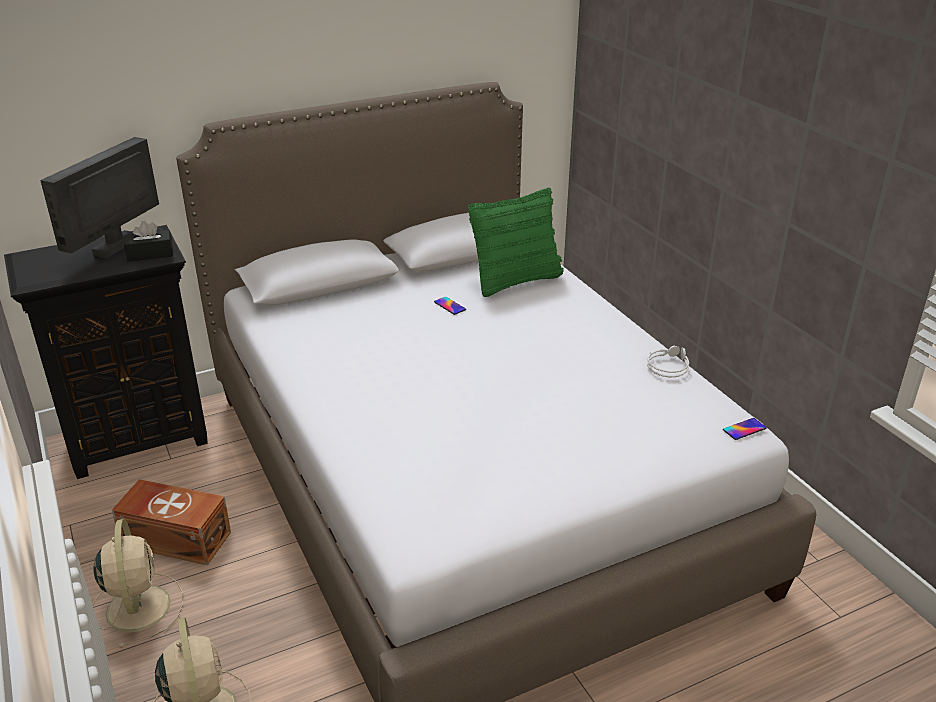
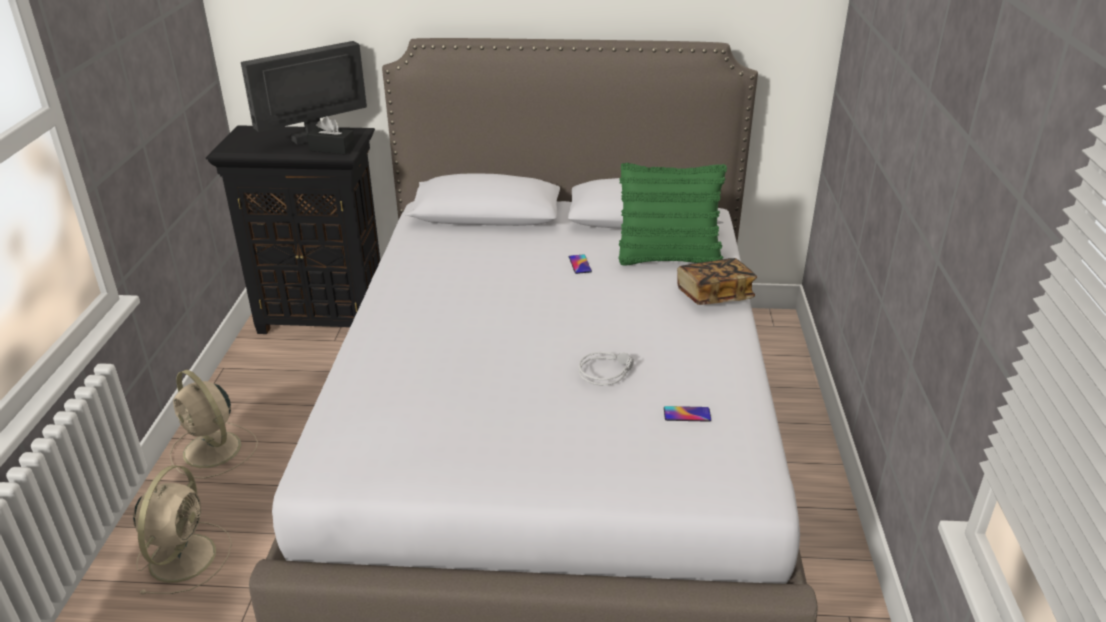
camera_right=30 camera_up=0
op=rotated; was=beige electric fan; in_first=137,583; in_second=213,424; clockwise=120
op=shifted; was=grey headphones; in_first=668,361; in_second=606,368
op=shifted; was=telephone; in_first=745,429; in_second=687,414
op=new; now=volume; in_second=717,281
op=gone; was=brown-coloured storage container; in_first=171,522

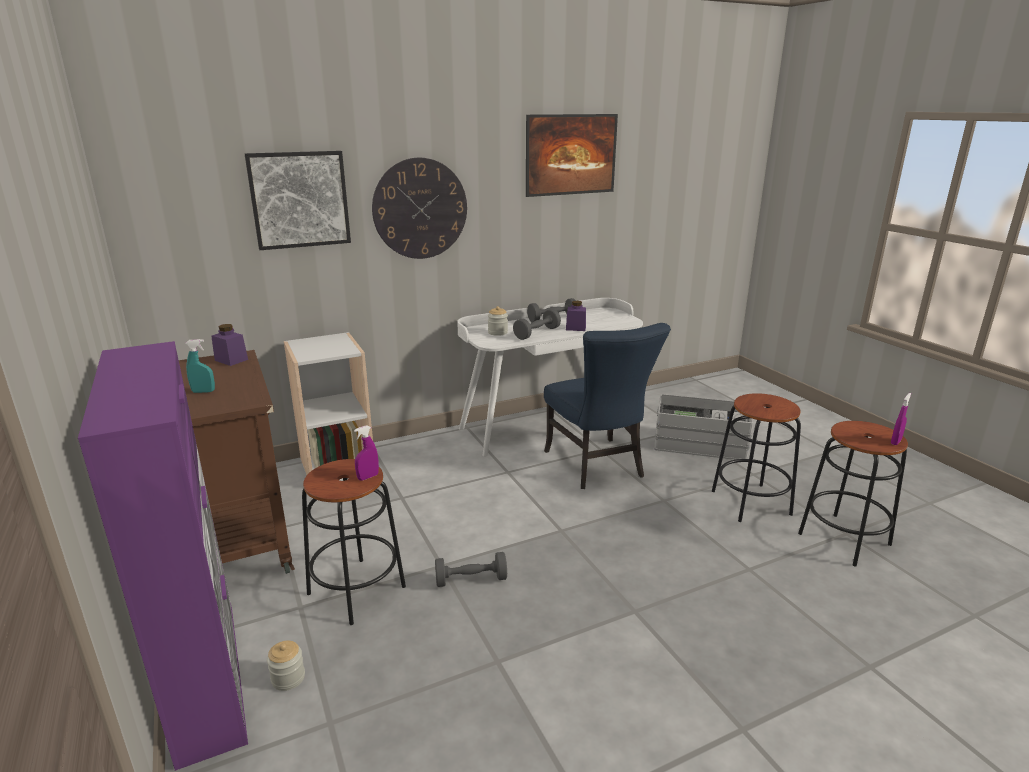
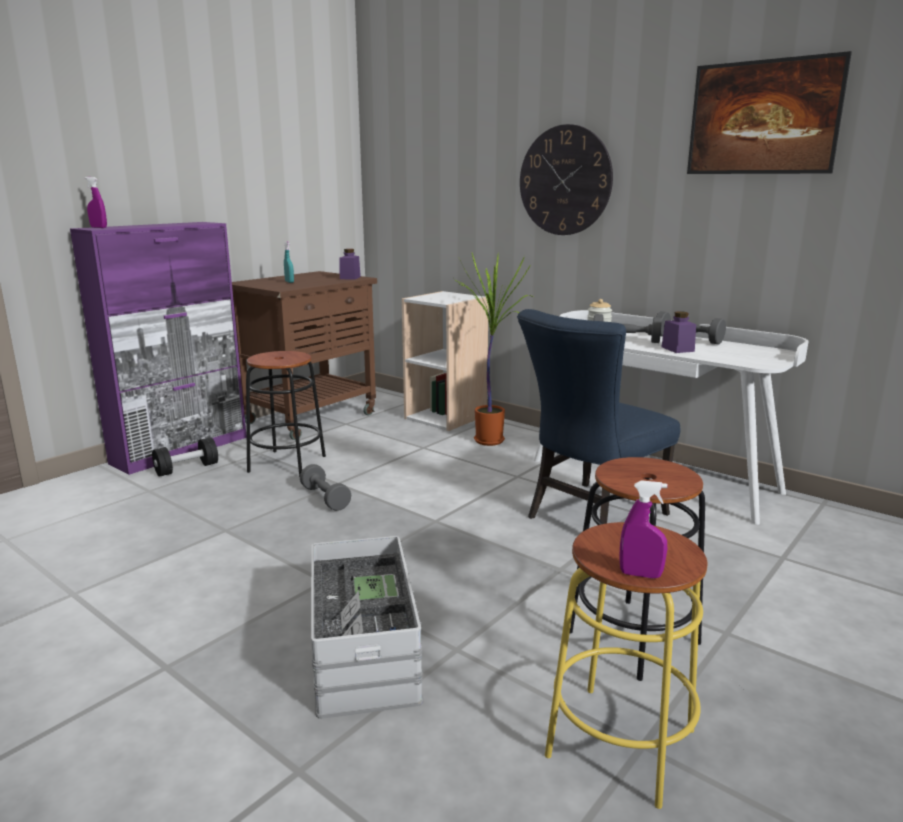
camera_right=65 camera_up=-5
op=shifted; was=purple-coloured hand sprayer; in_first=366,453; in_second=96,202
op=swapped; was=jar; now=blackish free weight; in_first=286,666; in_second=185,457
op=shifted; was=grey storage container; in_first=703,427; in_second=367,627
op=new; now=plant in a pot; in_second=492,349
op=repainted; was=blackish stool; now=yellowish stool; in_first=853,494; in_second=626,665
op=gone; was=picture; in_first=298,200

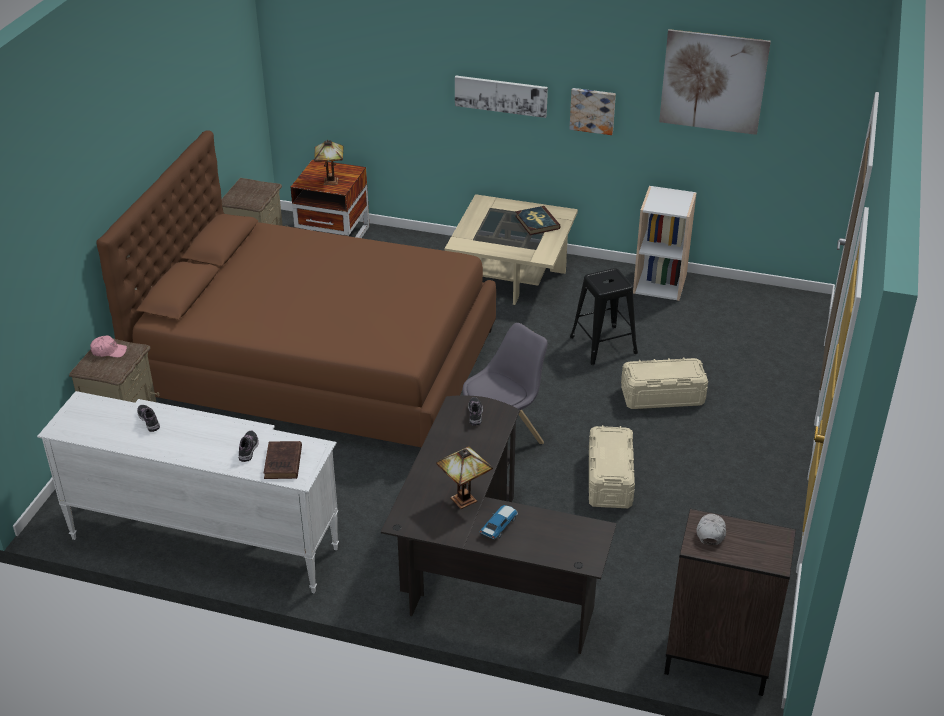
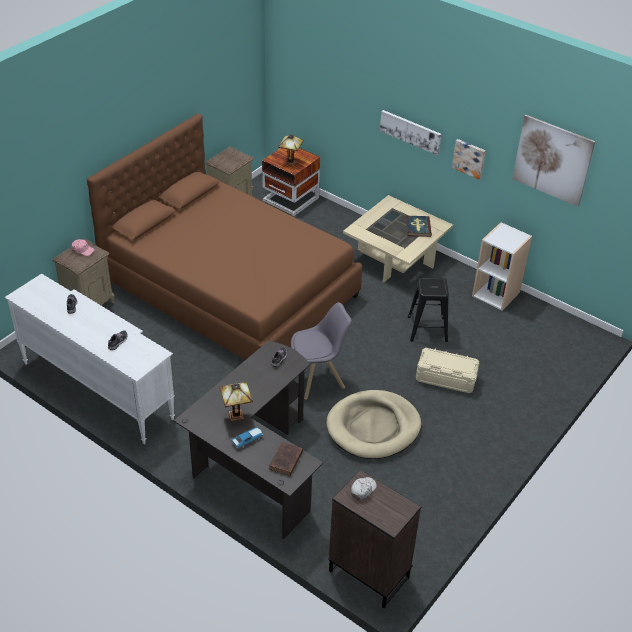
camera_right=20 camera_up=5
op=shifted; was=brown-coloured volume; in_first=283,460; in_second=286,459
op=swapped; was=beige storage container; now=beige dog cushion; in_first=612,466; in_second=373,424

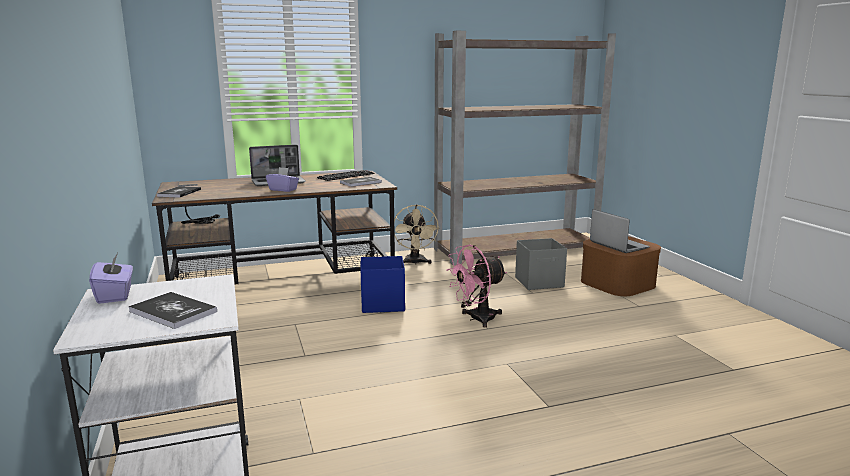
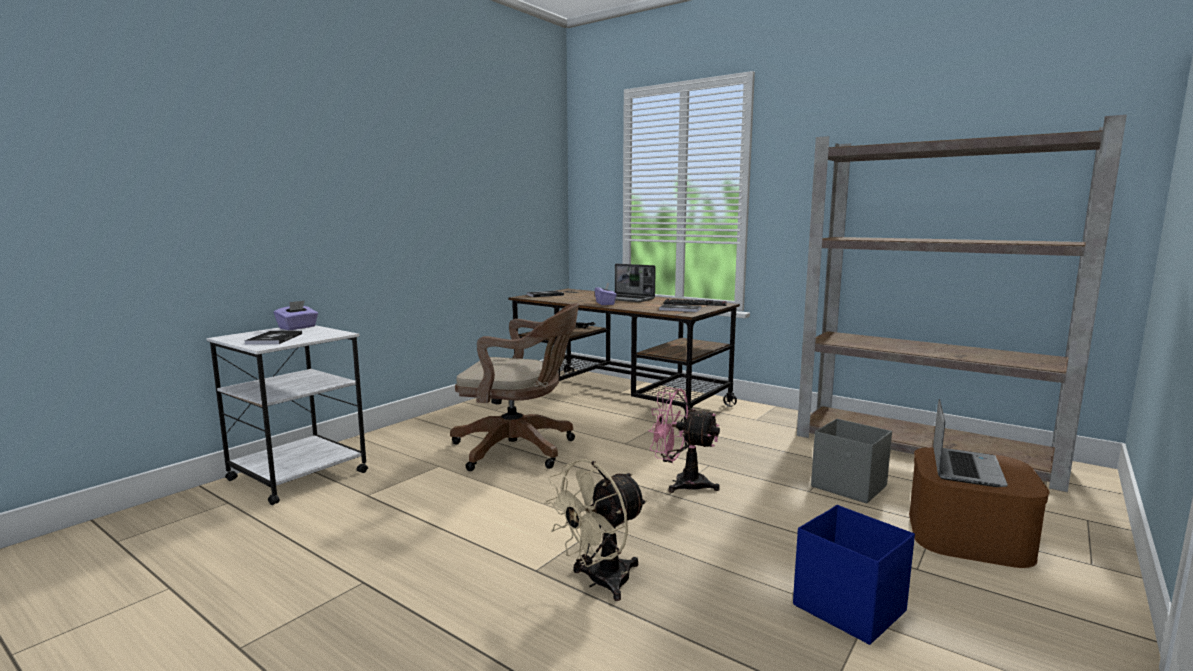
camera_right=55 camera_up=-5
op=new; now=brown-coloured desk chair; in_second=514,387
op=shifted; was=beige electric fan; in_first=416,234; in_second=596,530
op=shifted; was=bluish storage container; in_first=383,284; in_second=854,575

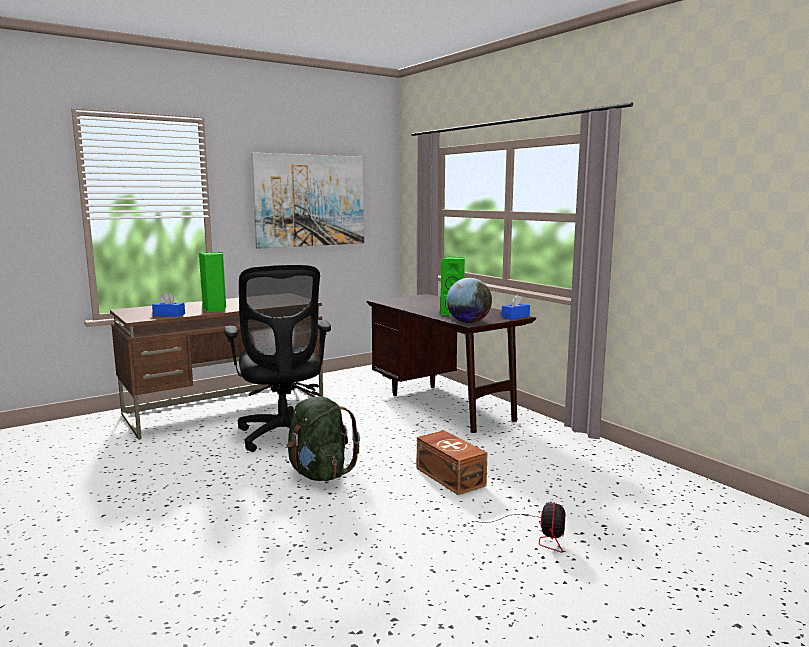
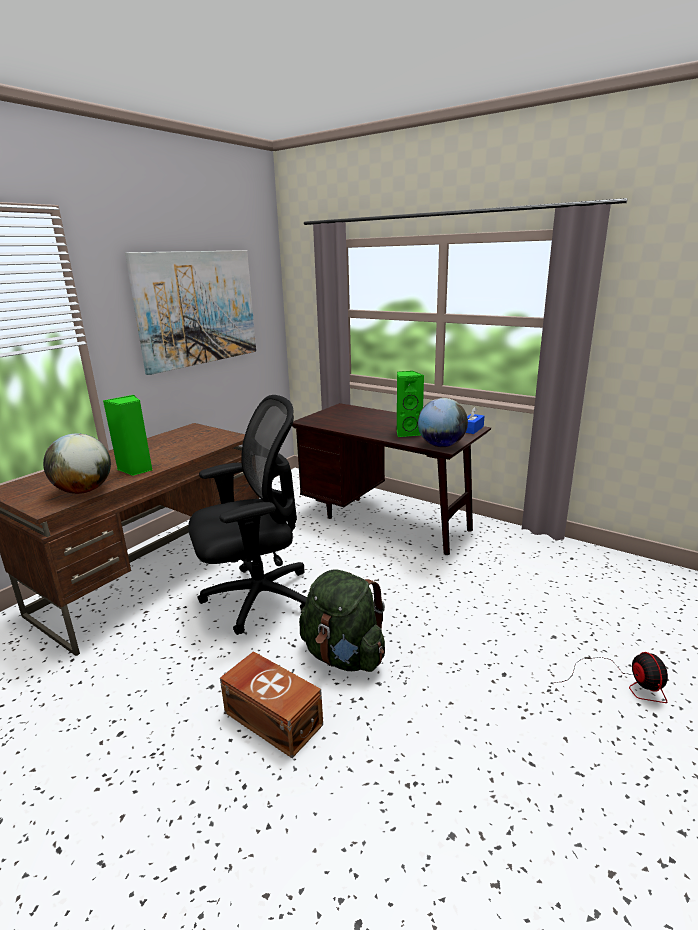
camera_right=-20 camera_up=10
op=swapped; was=bluish box of tissues; now=world globe; in_first=168,304; in_second=77,463
op=rotated; was=blackish desk chair; in_first=277,358; in_second=247,515; clockwise=-75
op=shifted; was=brown-coloured storage container; in_first=452,462; in_second=271,704

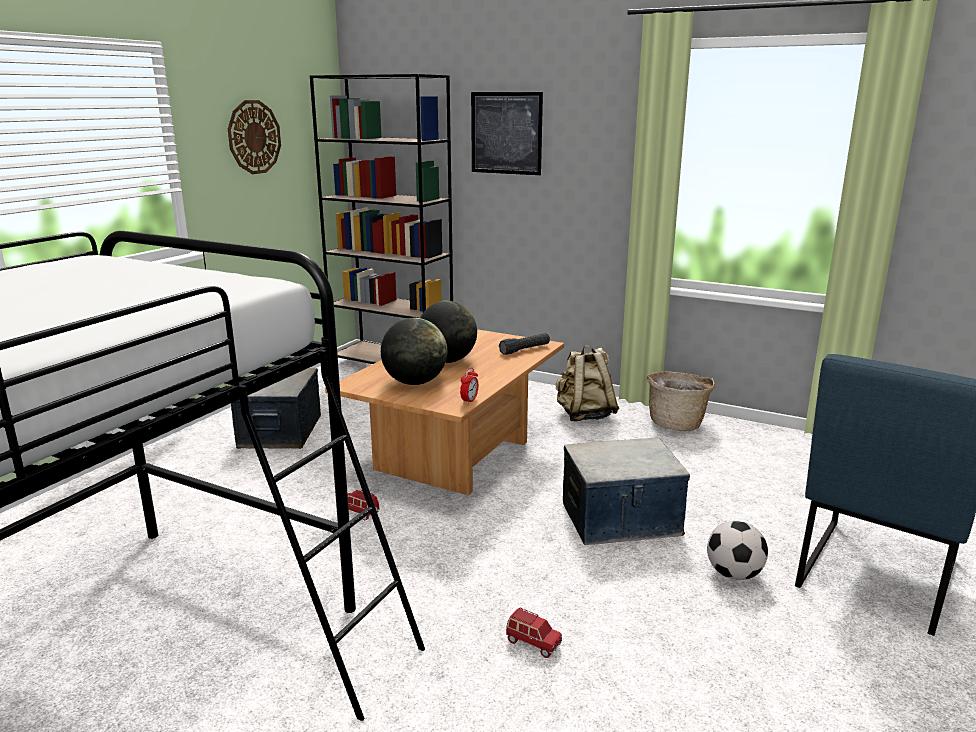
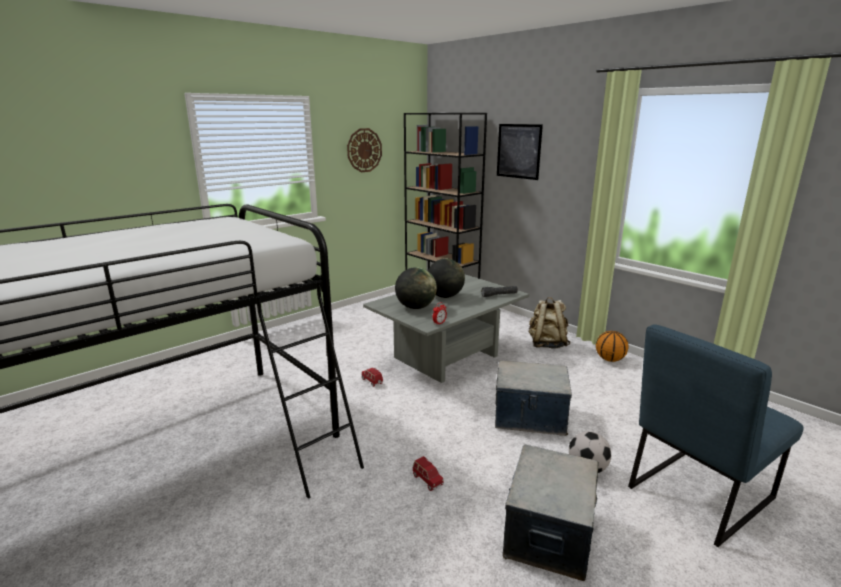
camera_right=20 camera_up=0
op=repainted; was=brown-coloured low table; now=grey low table; in_first=444,412; in_second=446,328
op=shifted; was=storage container; in_first=276,408; in_second=551,513
op=swapped; was=storage basket; now=ball for basketball; in_first=681,401; in_second=612,346

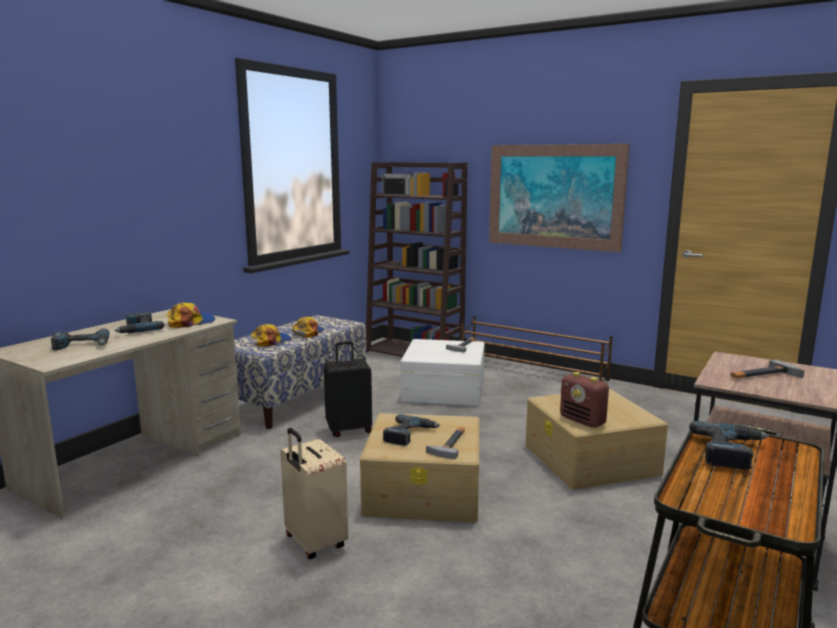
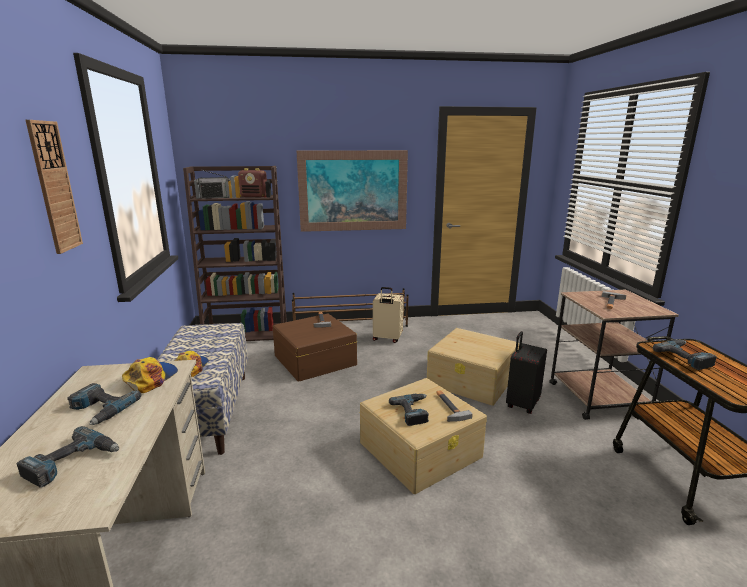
camera_right=-40 camera_up=5
op=new; now=wall clock; in_second=54,187
op=shifted; was=radio receiver; in_first=584,400; in_second=252,182
op=repainted; was=whitish storage container; now=brown-coloured storage container; in_first=442,372; in_second=315,348
op=shifted; was=beige piece of luggage; in_first=314,493; in_second=388,315
op=shifted; was=blackish piece of luggage; in_first=348,389; in_second=526,372
op=gone; was=cap; in_first=308,327

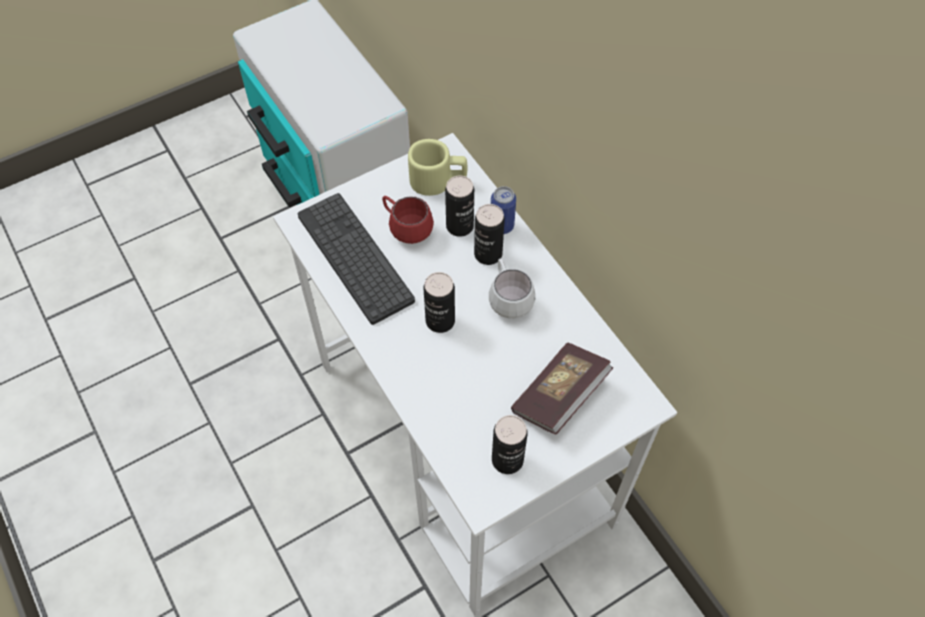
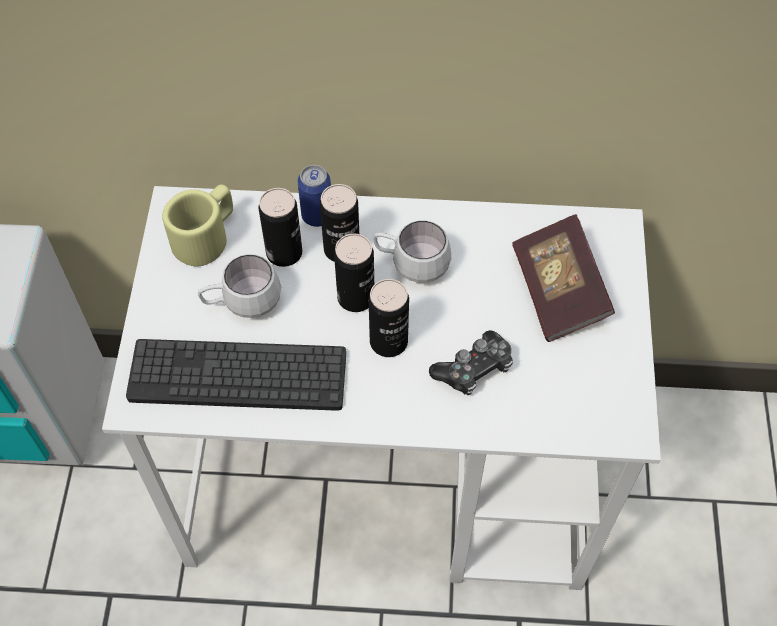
camera_right=-55 camera_up=0
op=repainted; was=red-coloured mug; now=whitish mug; in_first=408,220; in_second=239,286
op=shifted; was=metal can; in_first=510,444; in_second=354,273
op=new; now=gamepad; in_second=471,362

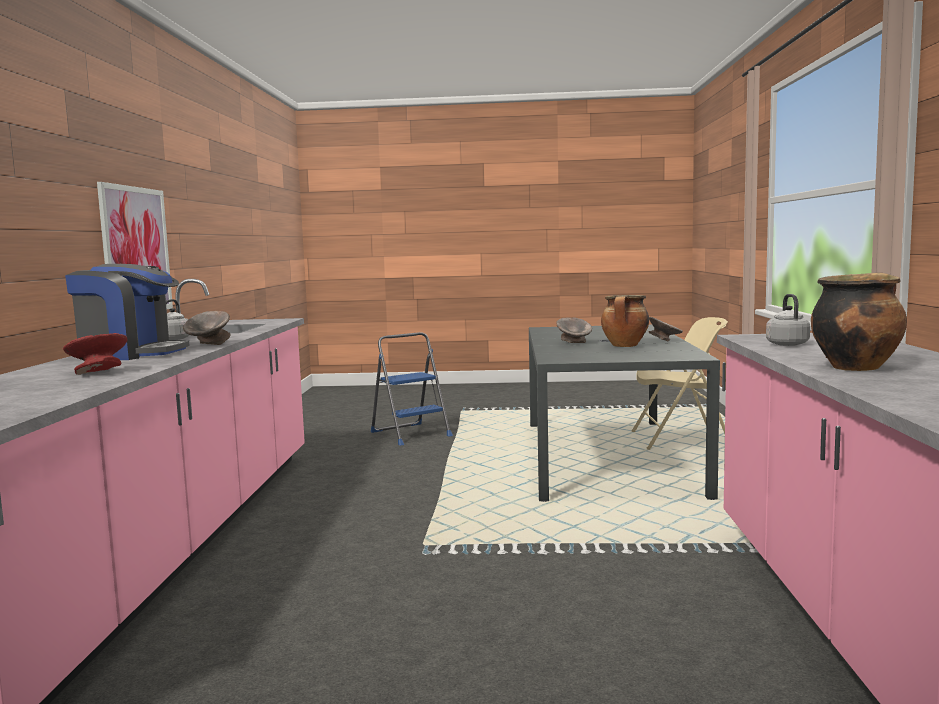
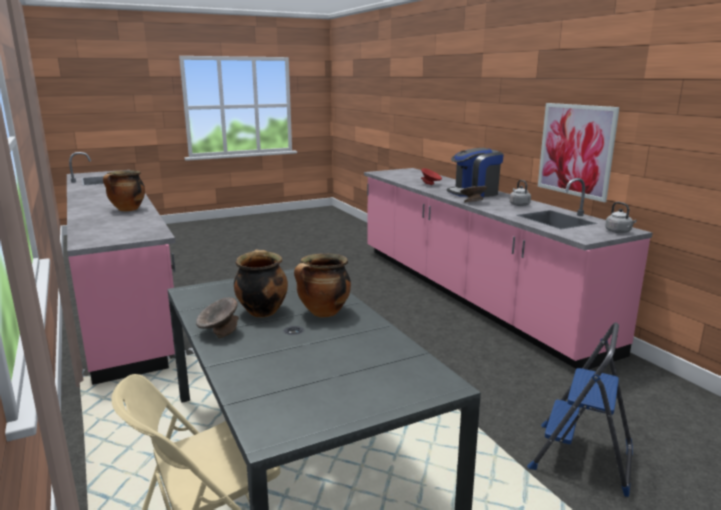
camera_right=150 camera_up=10
op=swapped; was=grey serving bowl; now=saucepot; in_first=574,330; in_second=322,285
op=shifted; was=grey tea kettle; in_first=788,320; in_second=621,217

